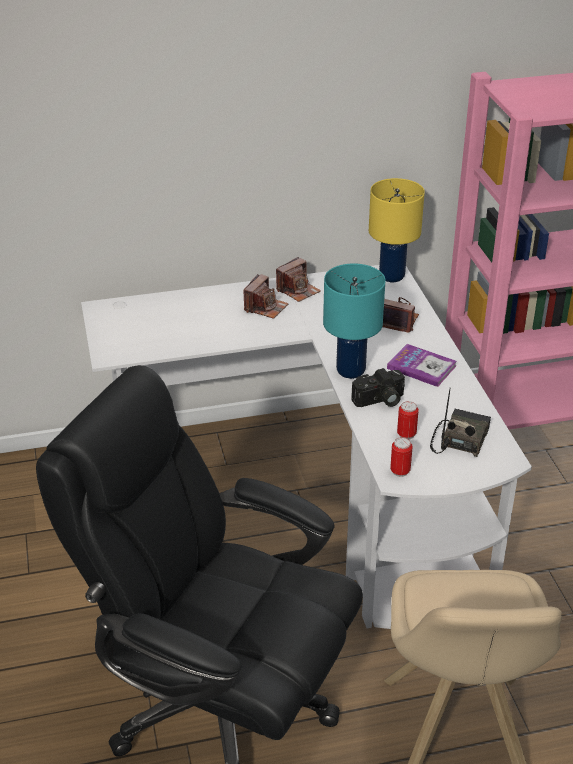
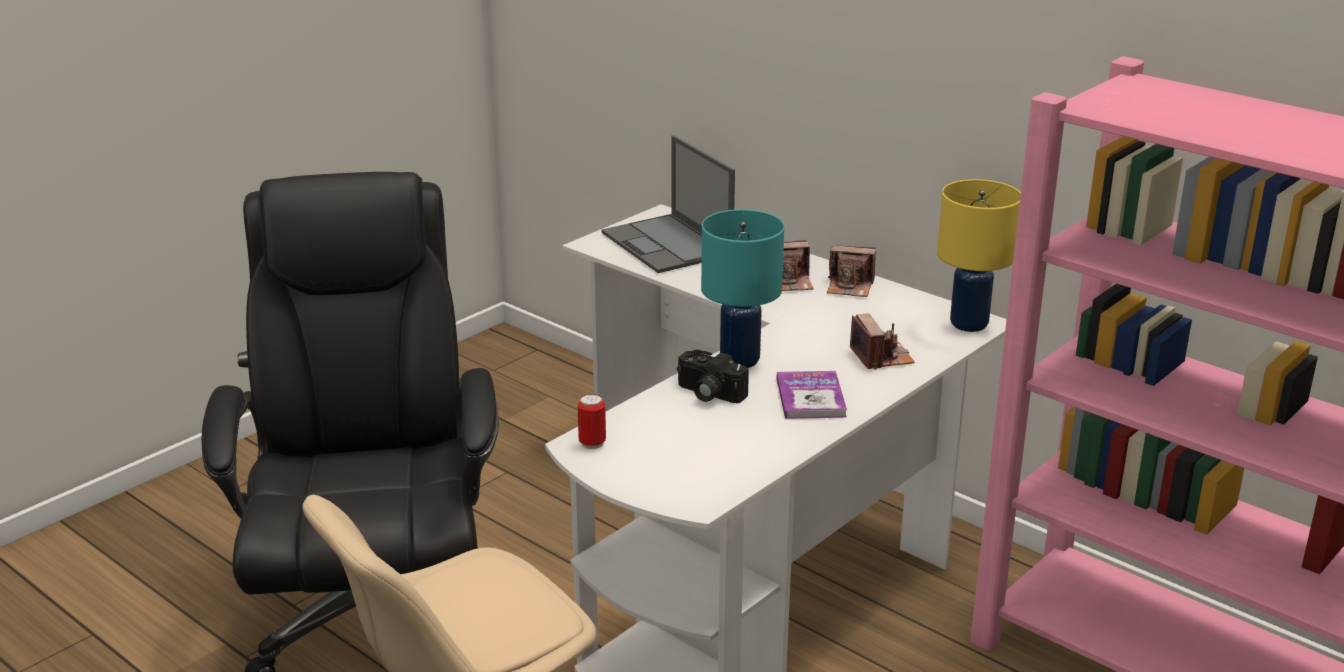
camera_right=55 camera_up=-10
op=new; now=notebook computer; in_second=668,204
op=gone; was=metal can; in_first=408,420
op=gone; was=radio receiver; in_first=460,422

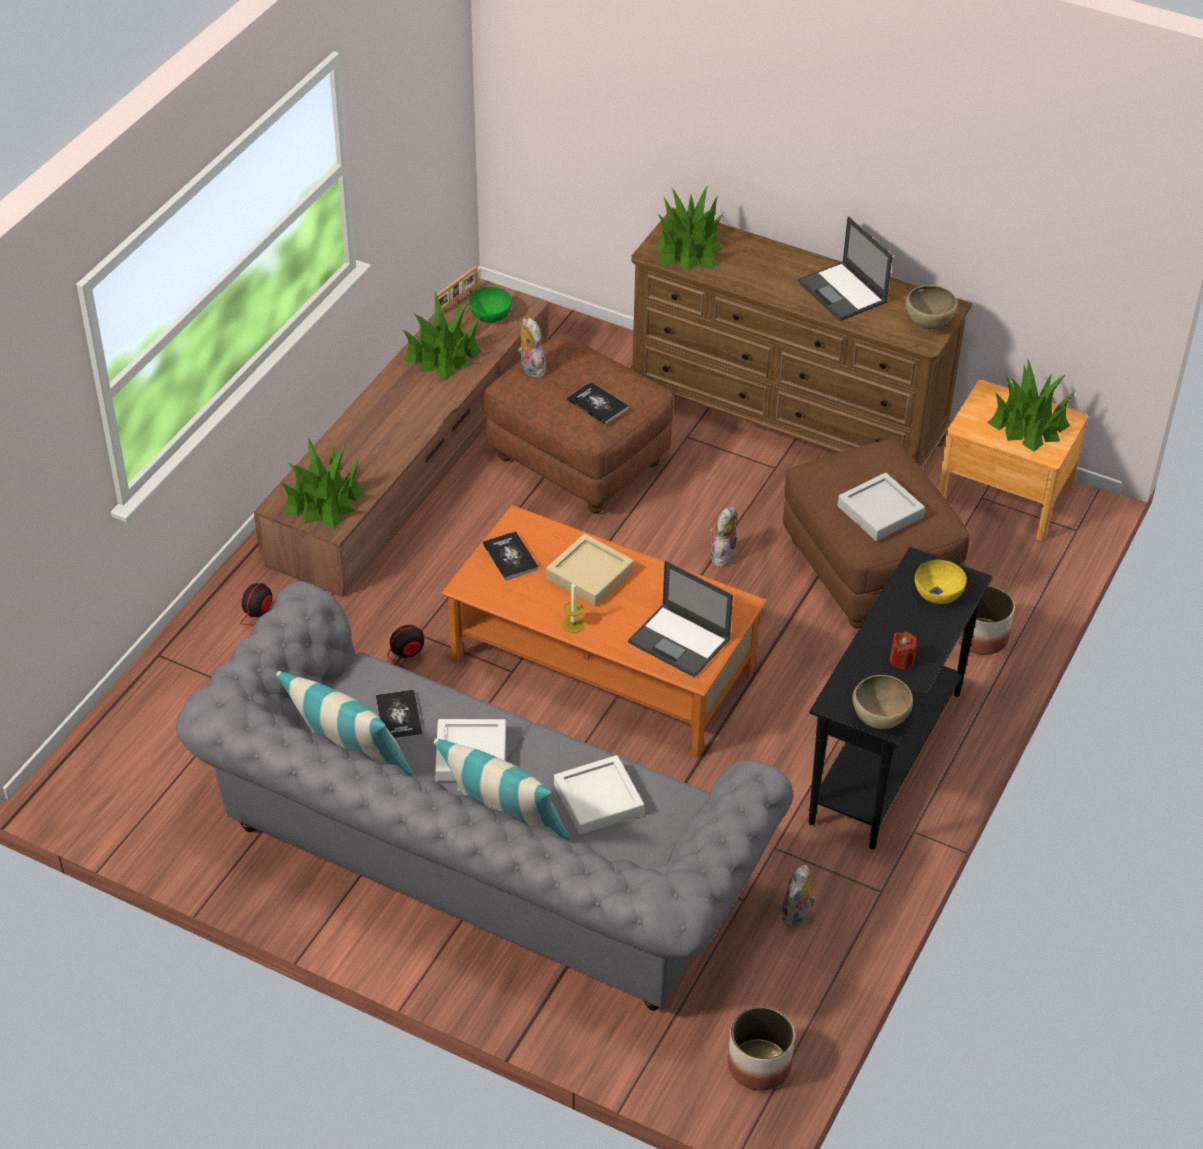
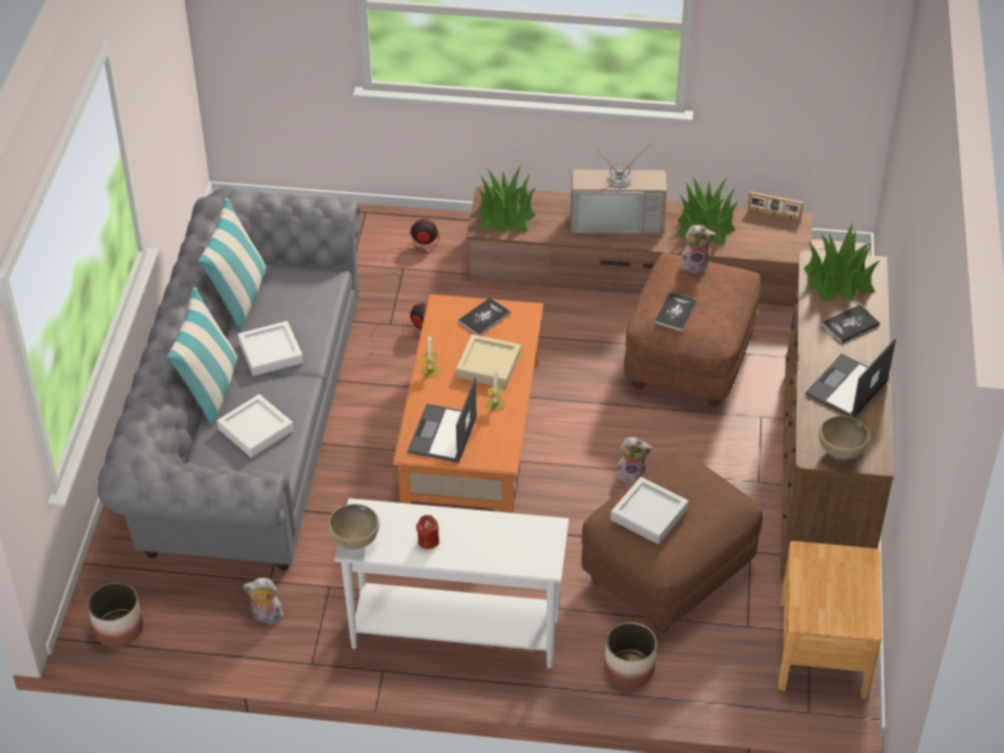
camera_right=70 camera_up=0
op=repainted; was=blackish console table; now=whitish console table; in_first=900,698; in_second=451,583
op=new; now=wax light; in_second=495,390
op=new; now=TV; in_second=618,188
op=rotated; was=cuddly toy; in_first=532,348; in_second=698,249; clockwise=45
op=shifted; was=volume; in_first=399,715; in_second=851,323
op=gone; was=green serving bowl; in_first=490,305
op=gone; was=yellowish serving bowl; in_first=941,582
op=gone; was=plant in a pot; in_first=1031,406

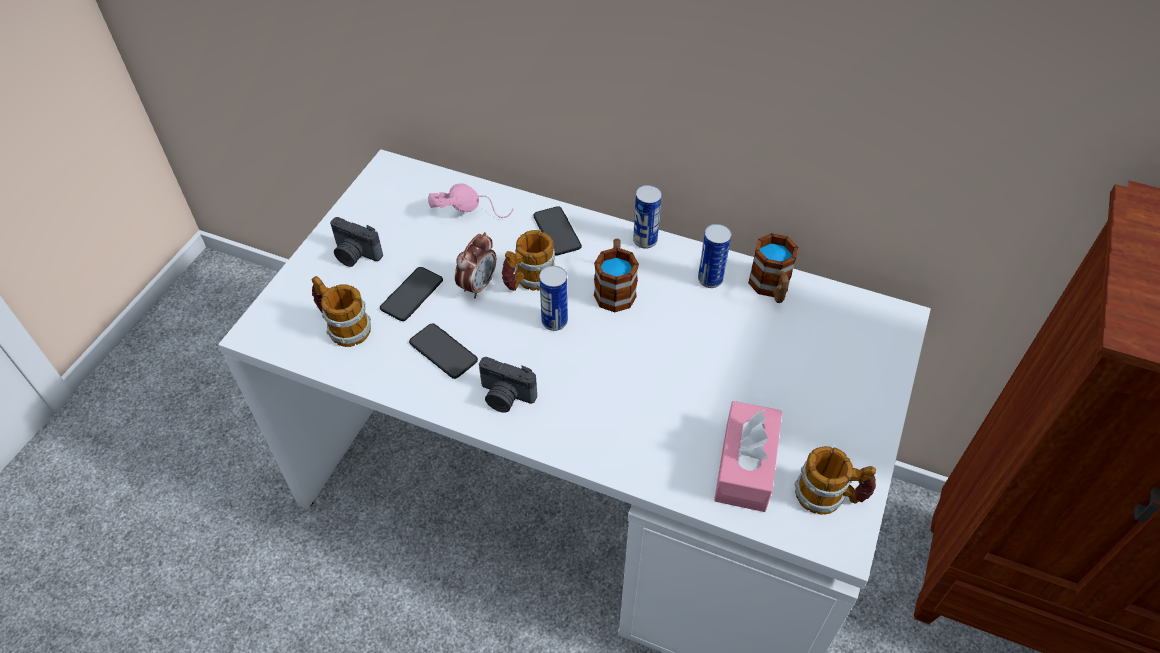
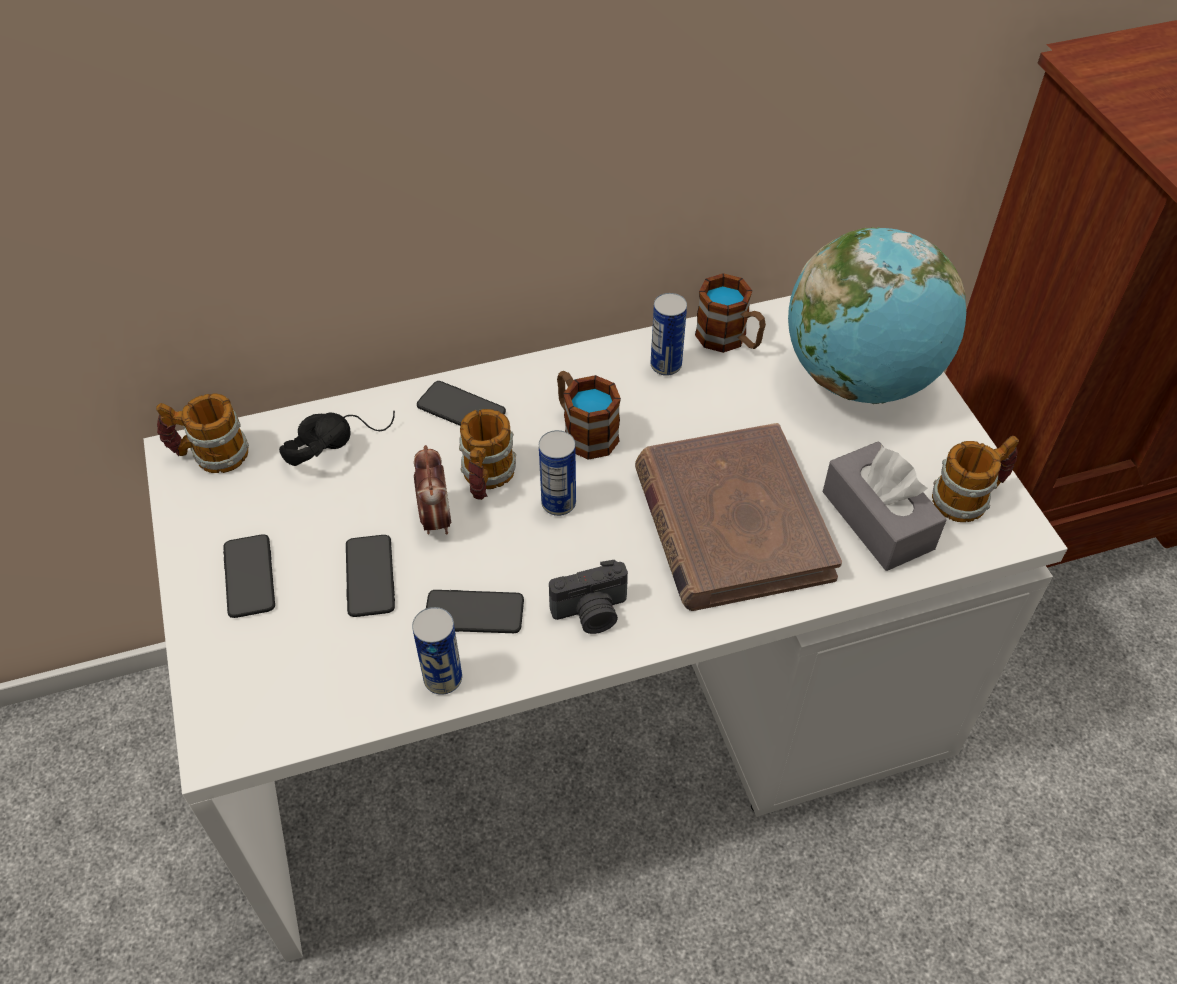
camera_right=-40 camera_up=0
op=shifted; was=mug; in_first=341,311; in_second=202,433
op=swapped; was=still camera; now=telephone; in_first=356,242; in_second=249,576
op=repainted; was=pinkish headphones; now=blackish headphones; in_first=471,200; in_second=337,438
op=shifted; was=metal can; in_first=647,217; in_second=437,651
op=new; now=brown-coloured volume; in_second=738,517
op=new; now=world globe; in_second=877,315
op=repainted; was=pinkish box of tissues; now=grey box of tissues; in_first=748,456; in_second=885,506

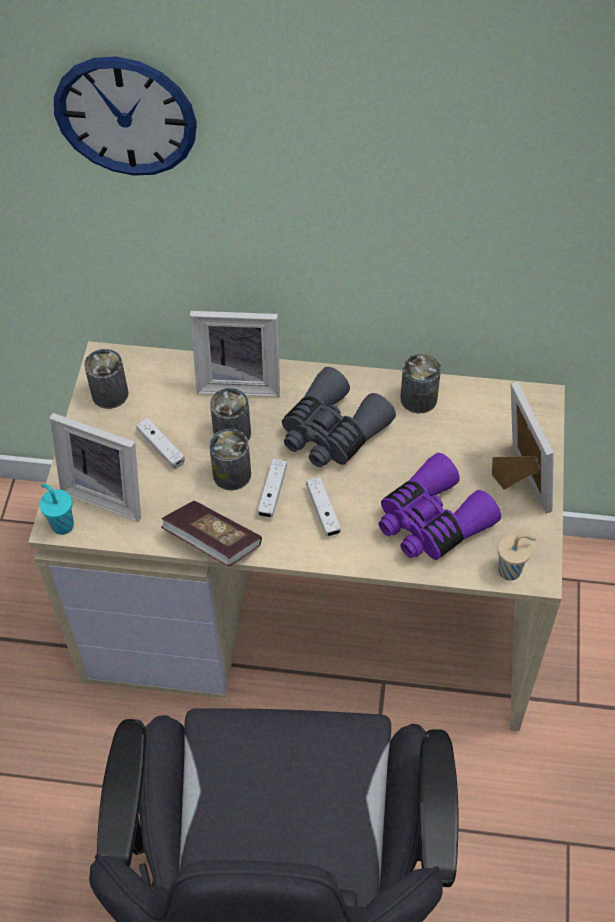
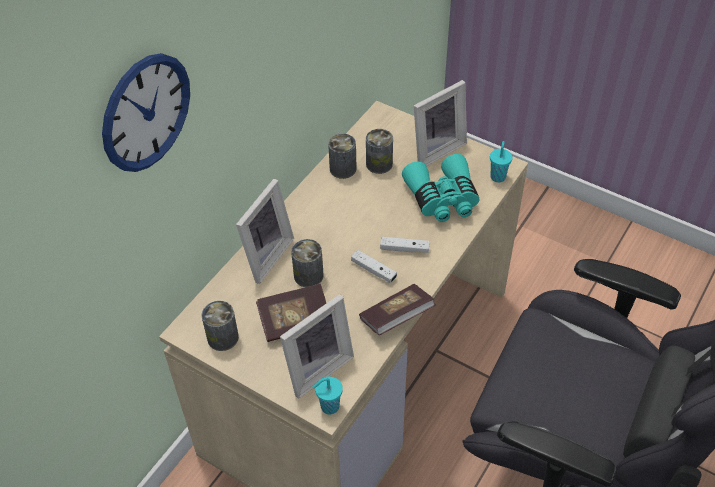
camera_right=-65 camera_up=-5
op=swapped; was=whitish gamepad; now=volume; in_first=160,443; in_second=291,313
op=shifted; was=metal can; in_first=230,460; in_second=379,151
op=repainted; was=purple-coloured binoculars; now=turquoise binoculars; in_first=440,506; in_second=441,188
op=rotated; was=photo frame; in_first=523,448; in_second=440,123; clockwise=135
op=repainted; was=beige drinking cup; now=turquoise drinking cup; in_first=517,557; in_second=501,161
op=gone; was=grey binoculars; in_first=339,417

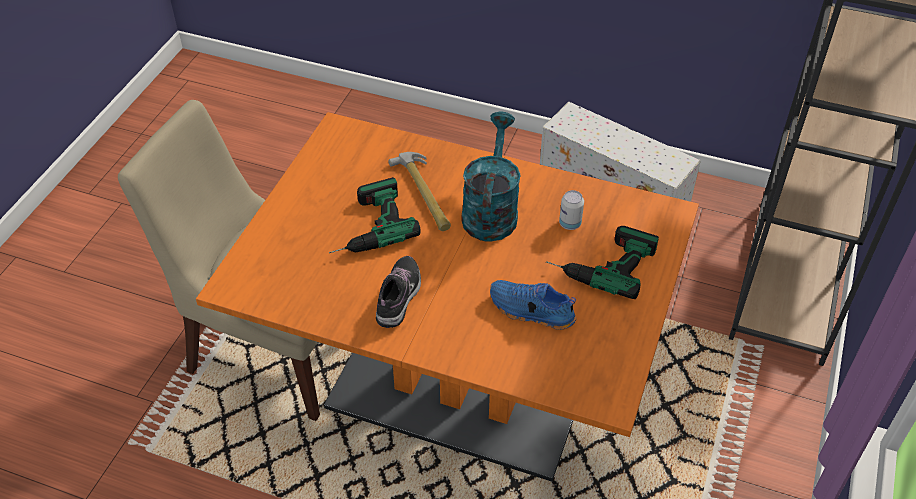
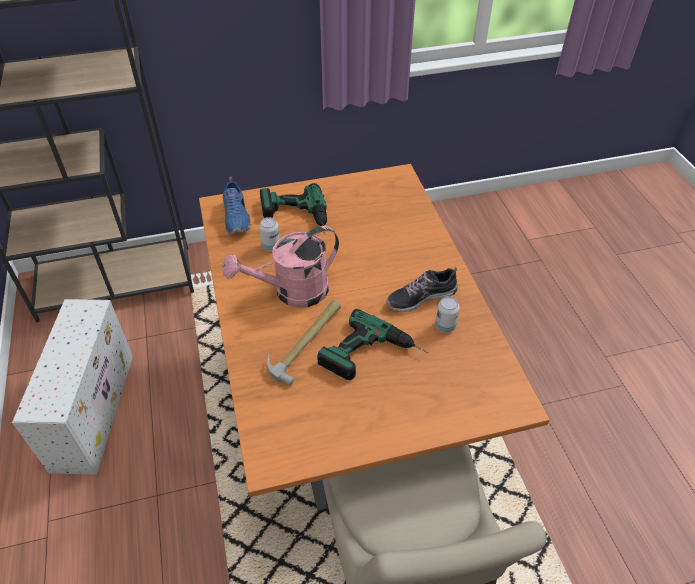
camera_right=-125 camera_up=0
op=repainted; was=turquoise sprinkling can; now=pinkish sprinkling can; in_first=491,177; in_second=280,267
op=shifted; was=bluish low shoe; in_first=533,305; in_second=237,205
op=new; now=metal can; in_second=447,314

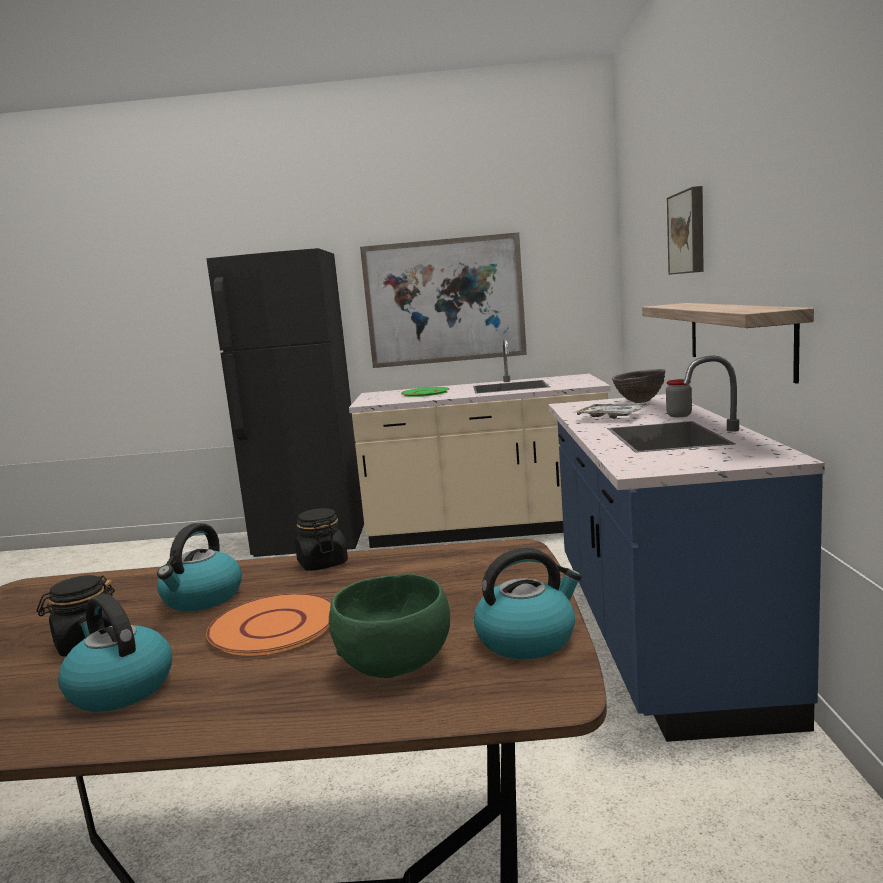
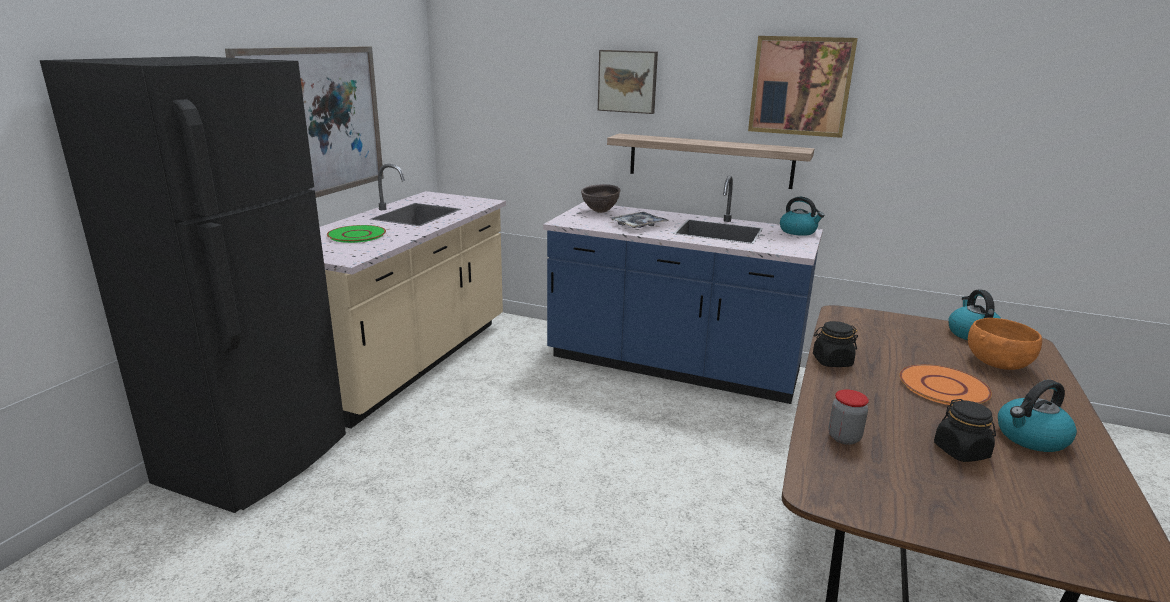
camera_right=-70 camera_up=10
op=new; now=picture; in_second=803,87
op=shifted; was=tea kettle; in_first=199,567; in_second=802,216
op=shifted; was=jar; in_first=679,398; in_second=848,417
op=repainted; was=green serving bowl; now=orange serving bowl; in_first=389,626; in_second=1005,344

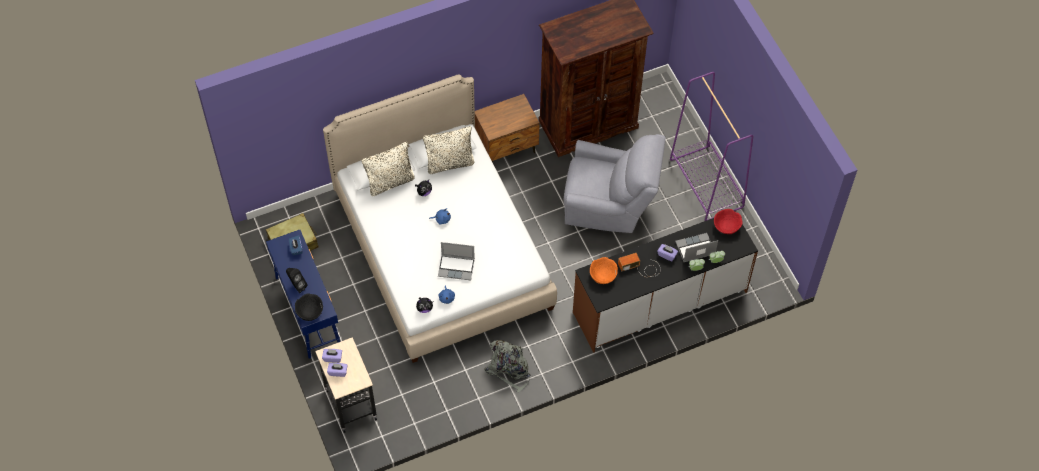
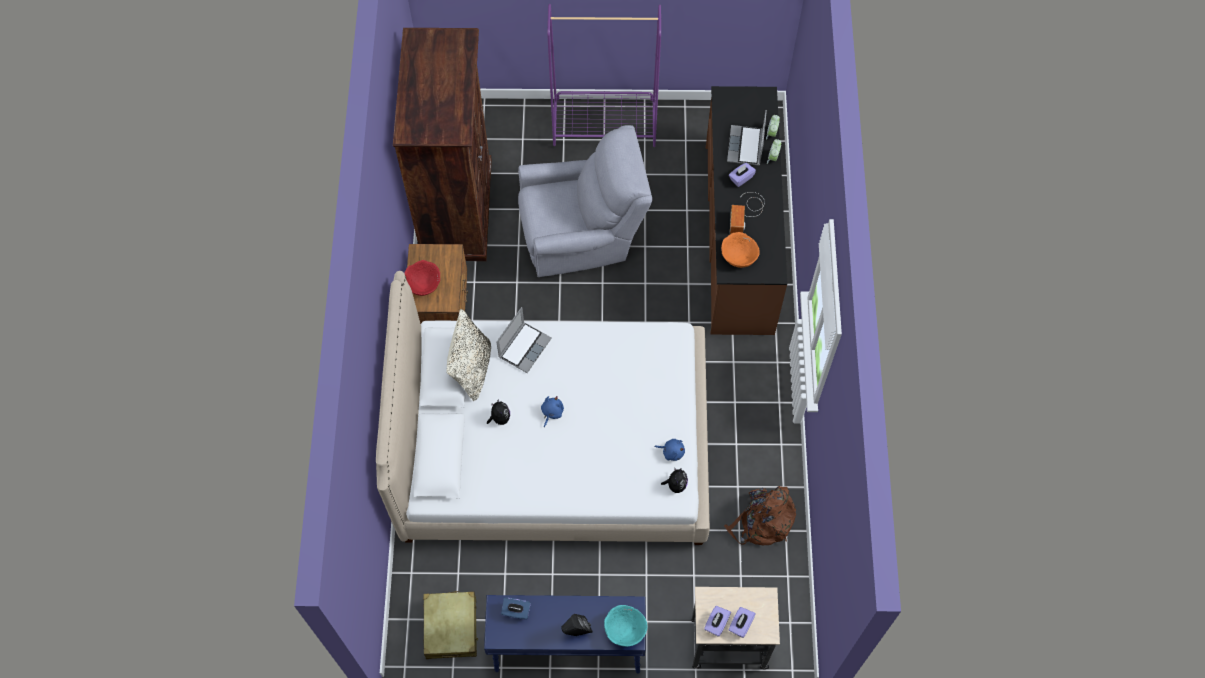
camera_right=-65 camera_up=5
op=shifted; was=red-coloured serving bowl; in_first=728,221; in_second=422,278
op=shifted; was=notebook computer; in_first=456,261; in_second=524,340
op=rotated; was=grey armchair; in_first=614,183; in_second=585,201; clockwise=45
op=repainted; was=blackish serving bowl; now=turquoise serving bowl; in_first=309,307; in_second=625,626
op=new; now=brown-coloured knapsack; in_second=760,515
op=gone; was=beige cushion; in_first=388,169
op=gone; was=grey knapsack; in_first=507,366

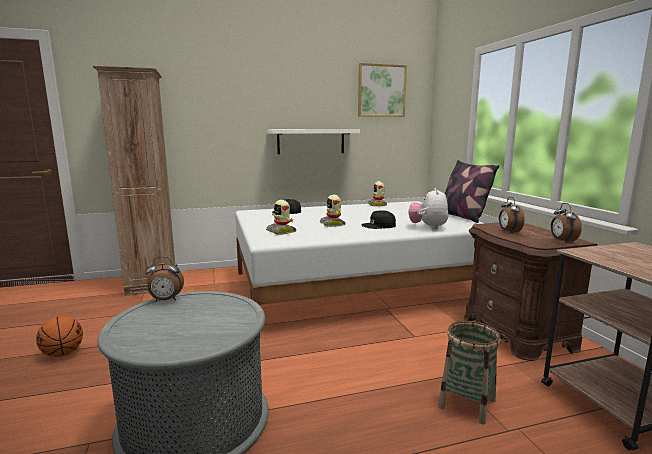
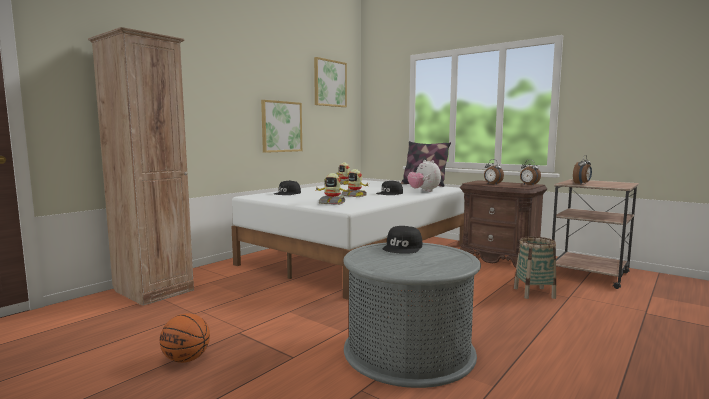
camera_right=-35 camera_up=-5
op=swapped; was=whitish shelf; now=picture; in_first=314,141; in_second=281,126
op=new; now=blackish cap; in_second=402,240
op=shifted; was=table clock; in_first=165,278; in_second=582,169

